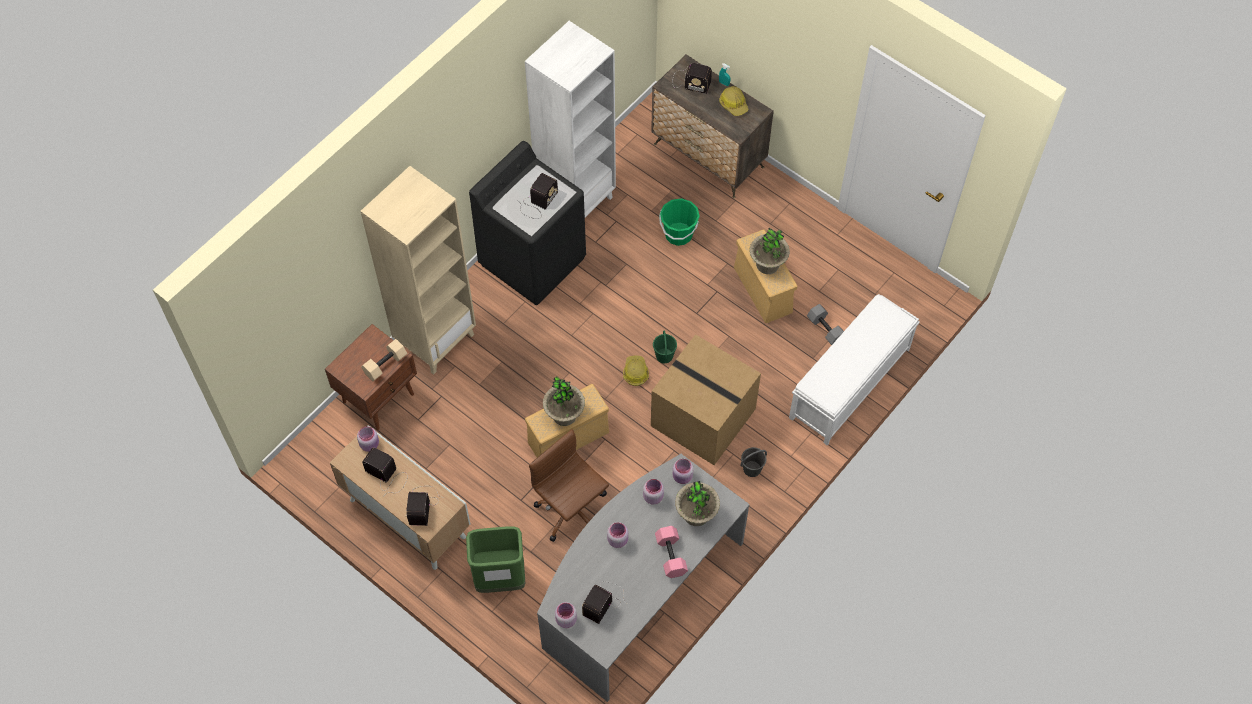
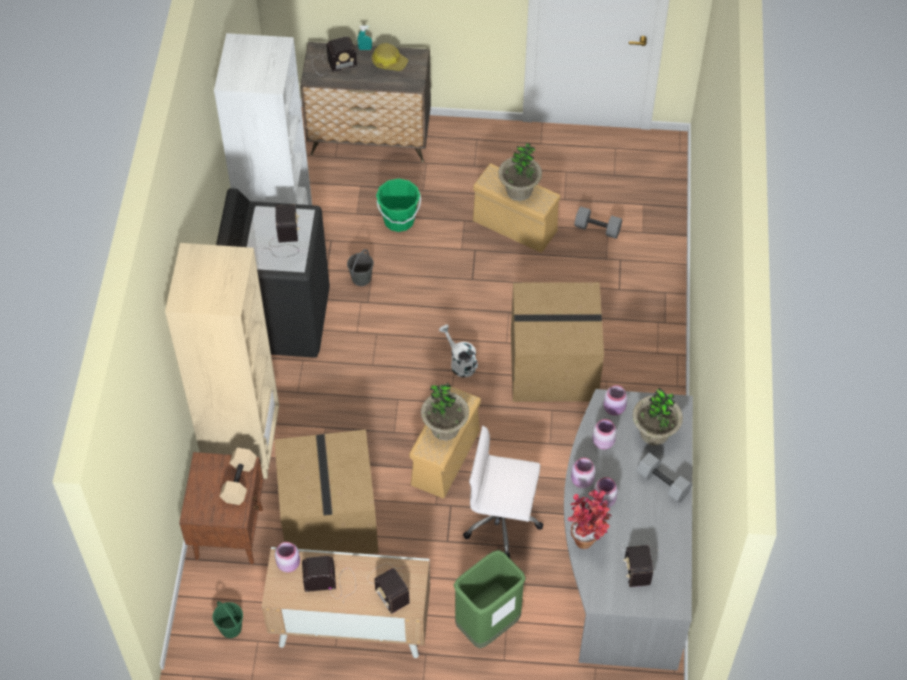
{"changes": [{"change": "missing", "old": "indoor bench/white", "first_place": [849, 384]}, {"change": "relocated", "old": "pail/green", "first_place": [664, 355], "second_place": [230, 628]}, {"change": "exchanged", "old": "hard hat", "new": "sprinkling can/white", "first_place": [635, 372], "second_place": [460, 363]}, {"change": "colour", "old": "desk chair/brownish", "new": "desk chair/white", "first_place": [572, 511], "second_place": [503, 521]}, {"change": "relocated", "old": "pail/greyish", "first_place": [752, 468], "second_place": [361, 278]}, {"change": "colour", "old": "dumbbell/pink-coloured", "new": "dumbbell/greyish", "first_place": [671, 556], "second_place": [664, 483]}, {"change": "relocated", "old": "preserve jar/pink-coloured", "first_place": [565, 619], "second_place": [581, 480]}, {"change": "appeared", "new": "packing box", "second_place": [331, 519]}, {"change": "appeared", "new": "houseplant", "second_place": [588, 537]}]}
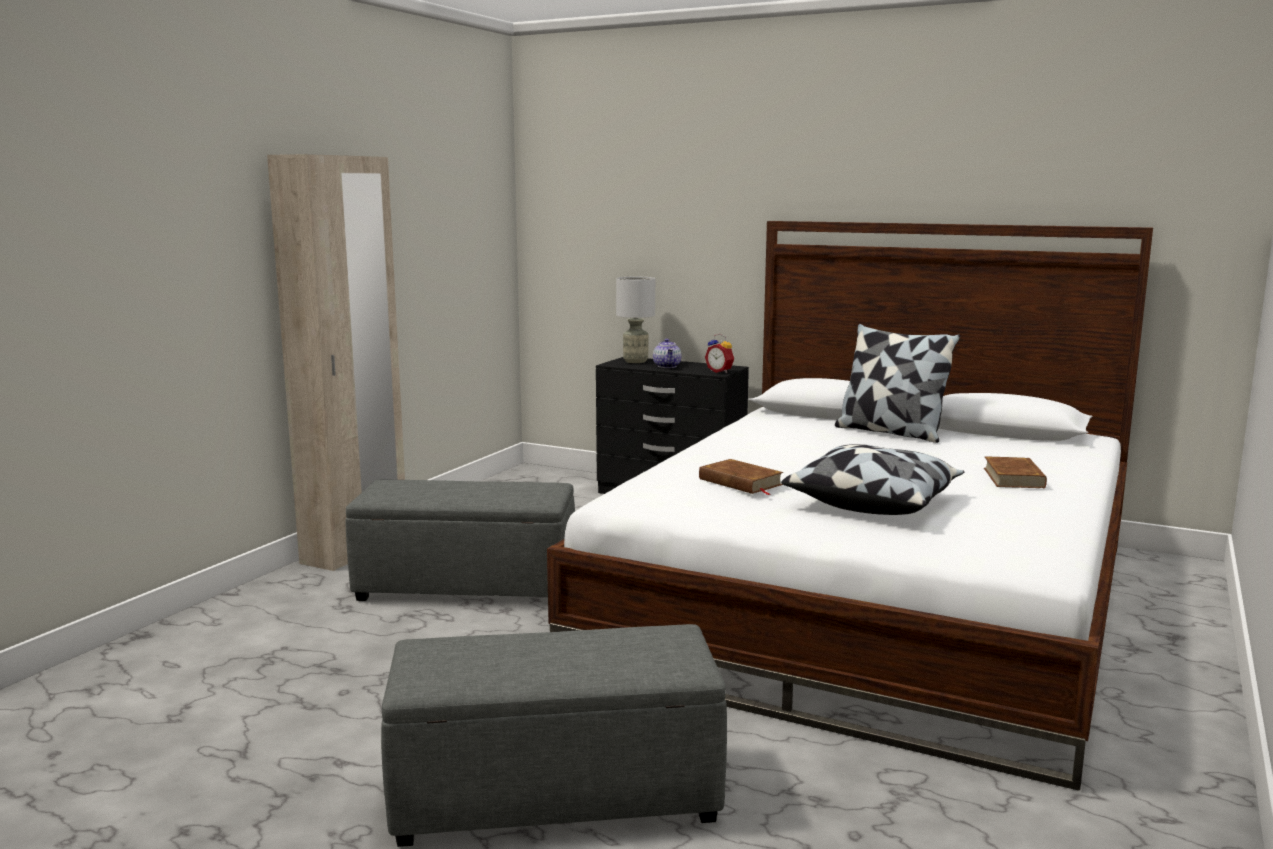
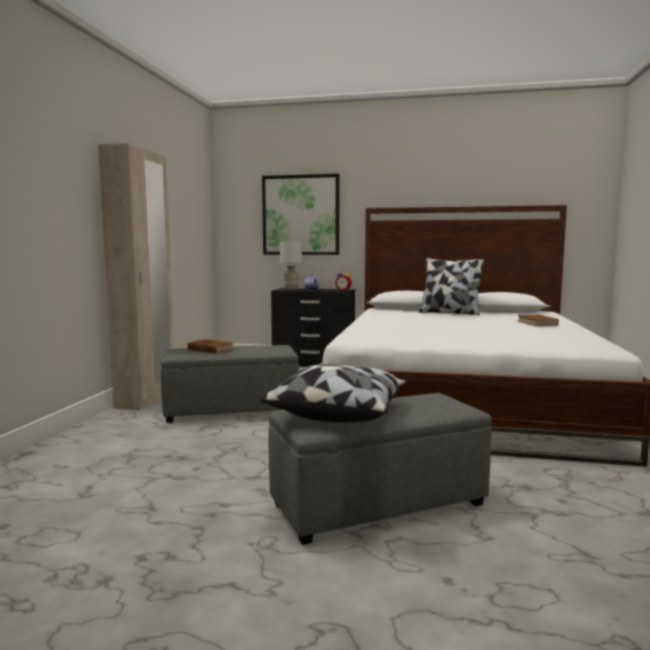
{"changes": [{"change": "relocated", "old": "throw pillow", "first_place": [873, 503], "second_place": [338, 412]}, {"change": "relocated", "old": "bound book/brownish", "first_place": [740, 482], "second_place": [210, 349]}, {"change": "appeared", "new": "wall art", "second_place": [301, 215]}]}
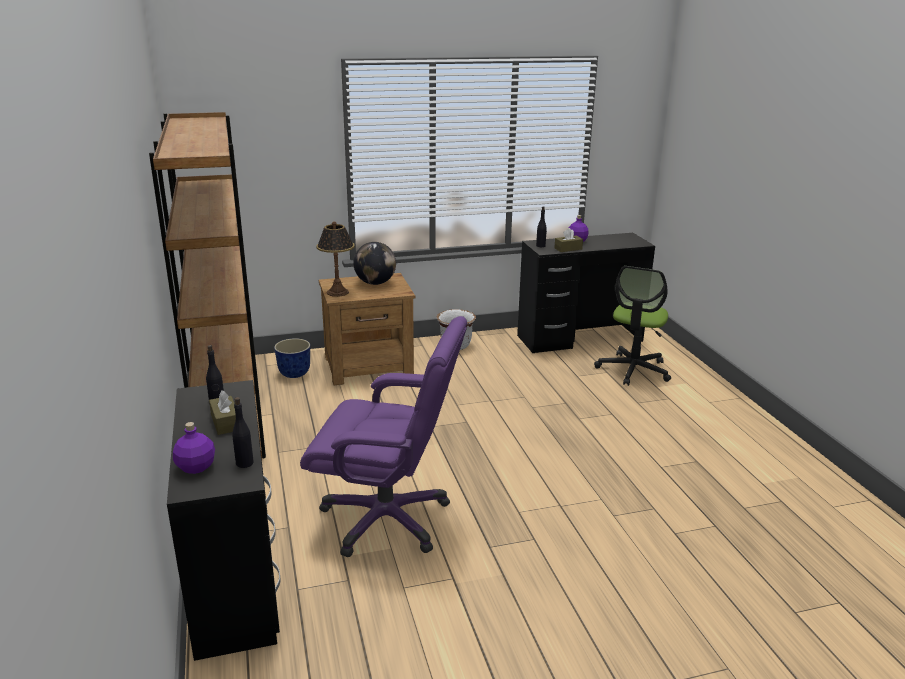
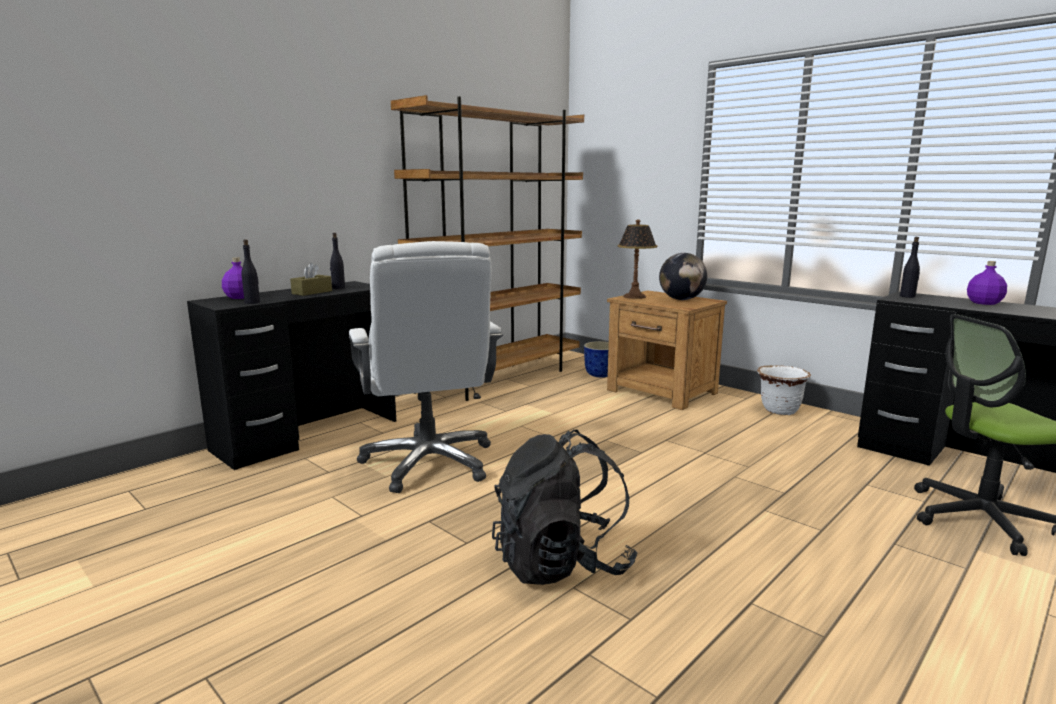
{"changes": [{"change": "missing", "old": "tissue box/brownish", "first_place": [568, 249]}, {"change": "colour", "old": "desk chair/purple", "new": "desk chair/white", "first_place": [387, 519], "second_place": [429, 463]}, {"change": "appeared", "new": "rucksack/blackish", "second_place": [561, 564]}]}
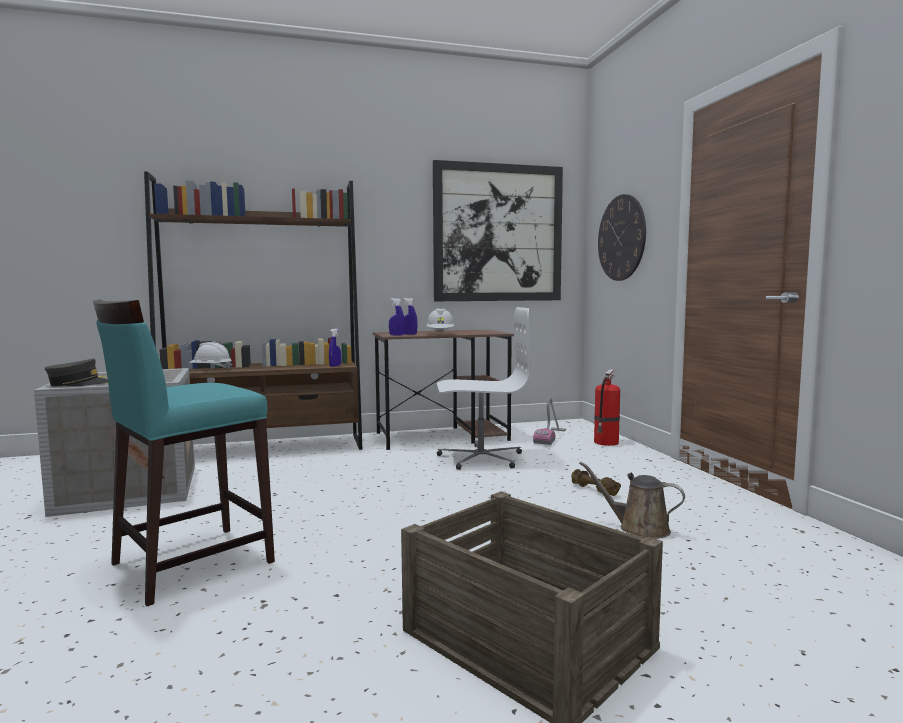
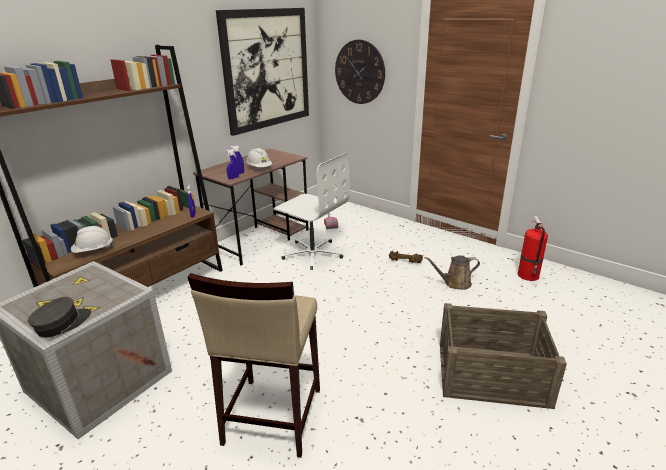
{"changes": [{"change": "colour", "old": "stool seat/blue-green", "new": "stool seat/beige-coloured", "first_place": [190, 562], "second_place": [271, 416]}, {"change": "spun", "old": "desk chair/white", "first_place": [480, 458], "second_place": [312, 253], "degrees": 75}, {"change": "relocated", "old": "extinguisher", "first_place": [606, 442], "second_place": [528, 276]}]}
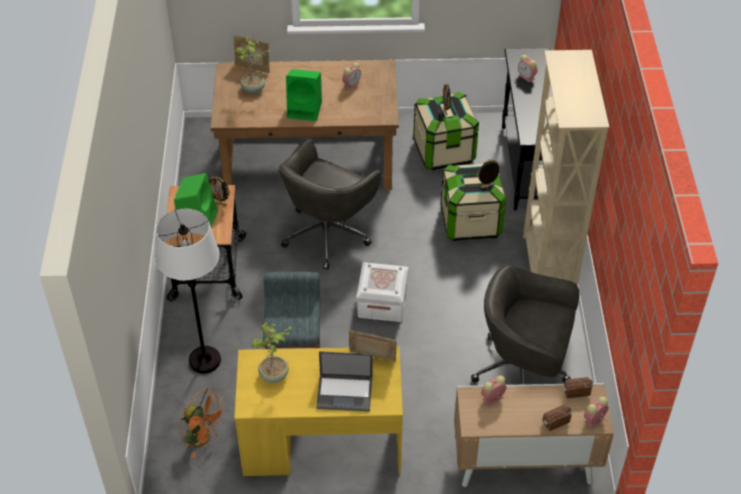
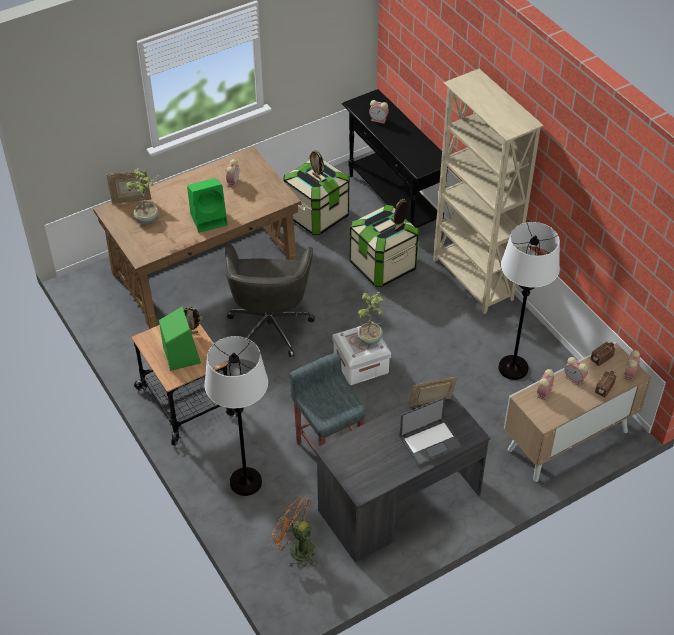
{"changes": [{"change": "exchanged", "old": "desk chair/greyish", "new": "standing lamp/white", "first_place": [523, 370], "second_place": [513, 368]}, {"change": "relocated", "old": "houseplant", "first_place": [274, 375], "second_place": [370, 338]}, {"change": "colour", "old": "desk table/yellow", "new": "desk table/greyish", "first_place": [321, 443], "second_place": [399, 503]}, {"change": "spun", "old": "fan/orange", "first_place": [203, 438], "second_place": [296, 548], "degrees": -150}, {"change": "appeared", "new": "alarm clock", "second_place": [575, 379]}]}
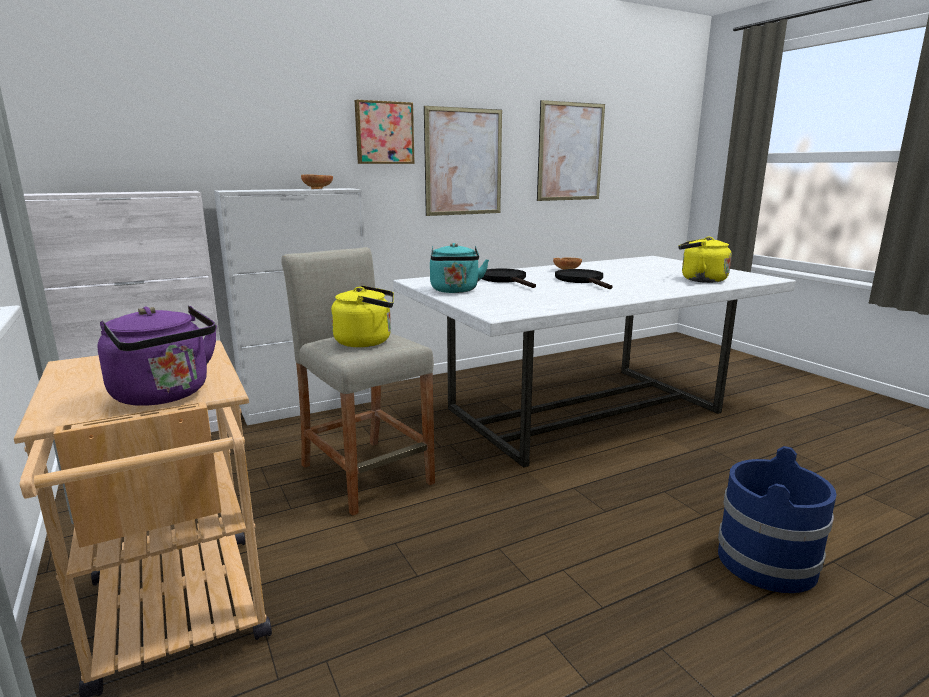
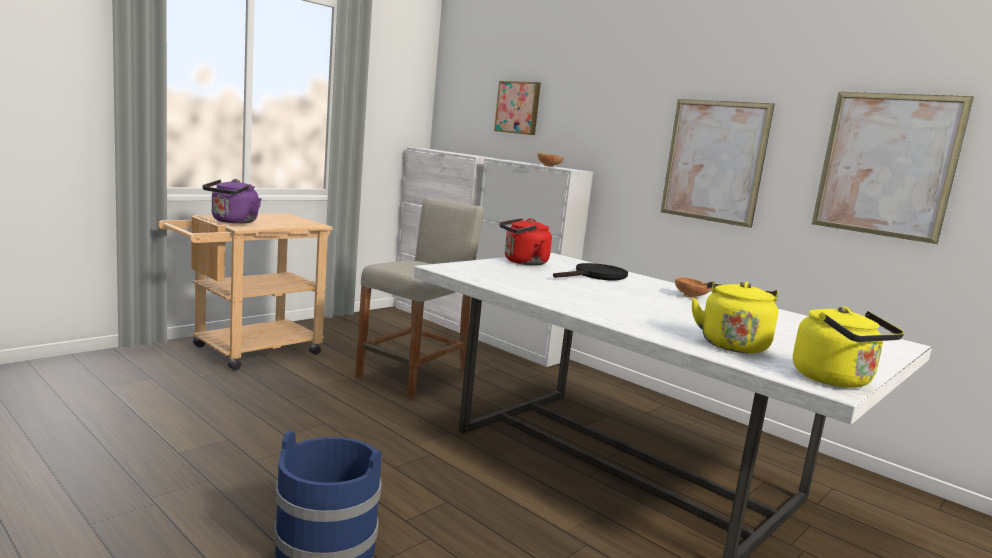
{"changes": [{"change": "relocated", "old": "wall art", "first_place": [384, 133], "second_place": [518, 107]}, {"change": "colour", "old": "kettle/blue-green", "new": "kettle/red-coloured", "first_place": [455, 291], "second_place": [523, 262]}, {"change": "missing", "old": "pan/blackish", "first_place": [582, 280]}, {"change": "relocated", "old": "kettle/yellow", "first_place": [367, 341], "second_place": [836, 380]}]}
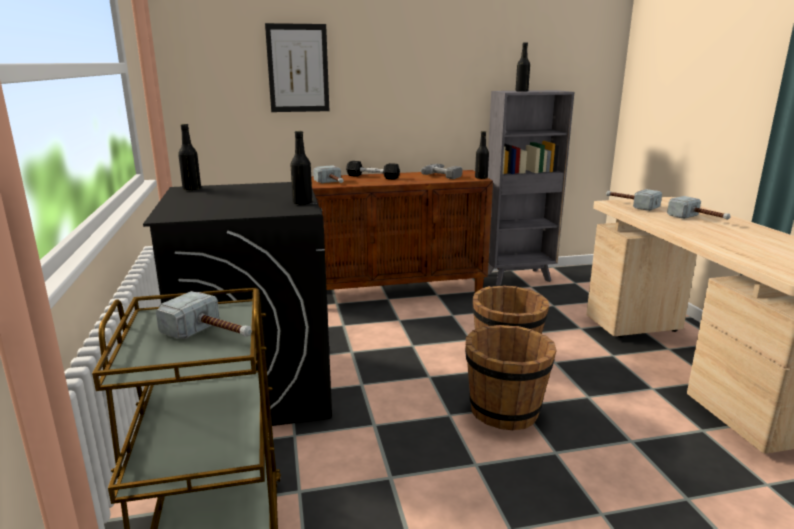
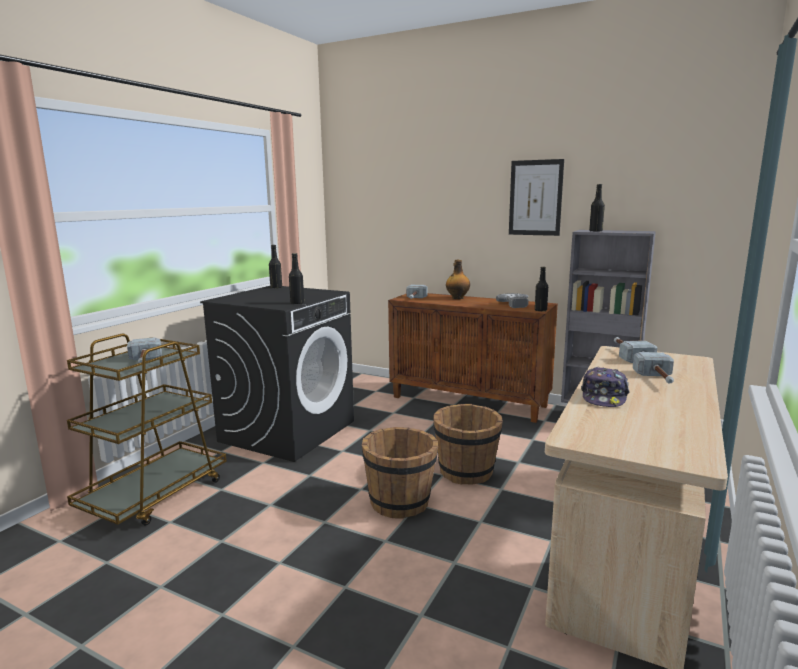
{"changes": [{"change": "relocated", "old": "wall art", "first_place": [298, 68], "second_place": [535, 198]}, {"change": "exchanged", "old": "dumbbell/blackish", "new": "beverage bottle", "first_place": [373, 177], "second_place": [457, 298]}, {"change": "appeared", "new": "baseball cap", "second_place": [604, 397]}]}
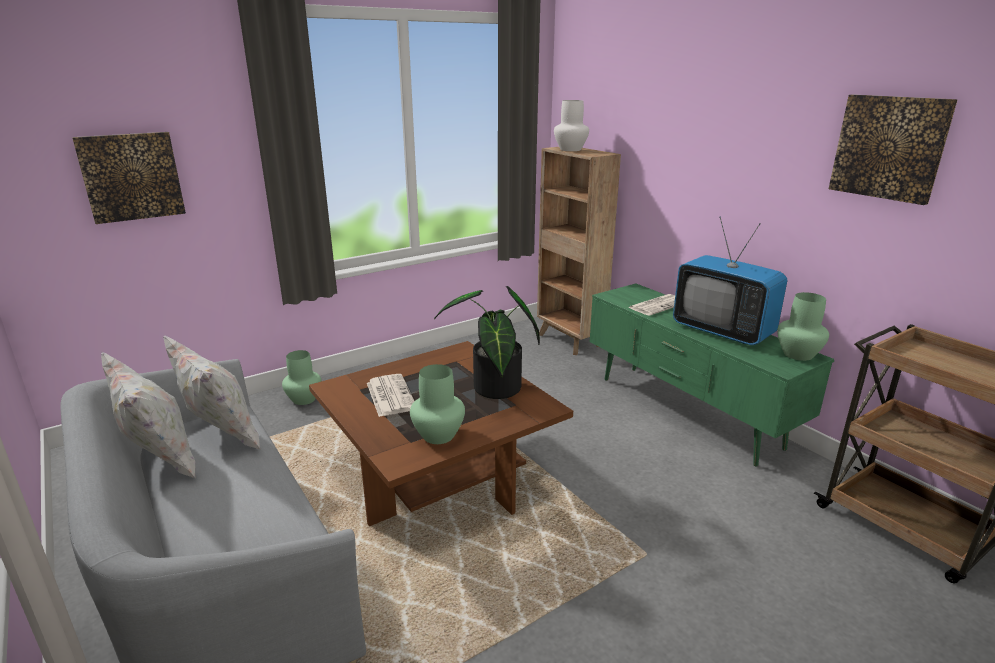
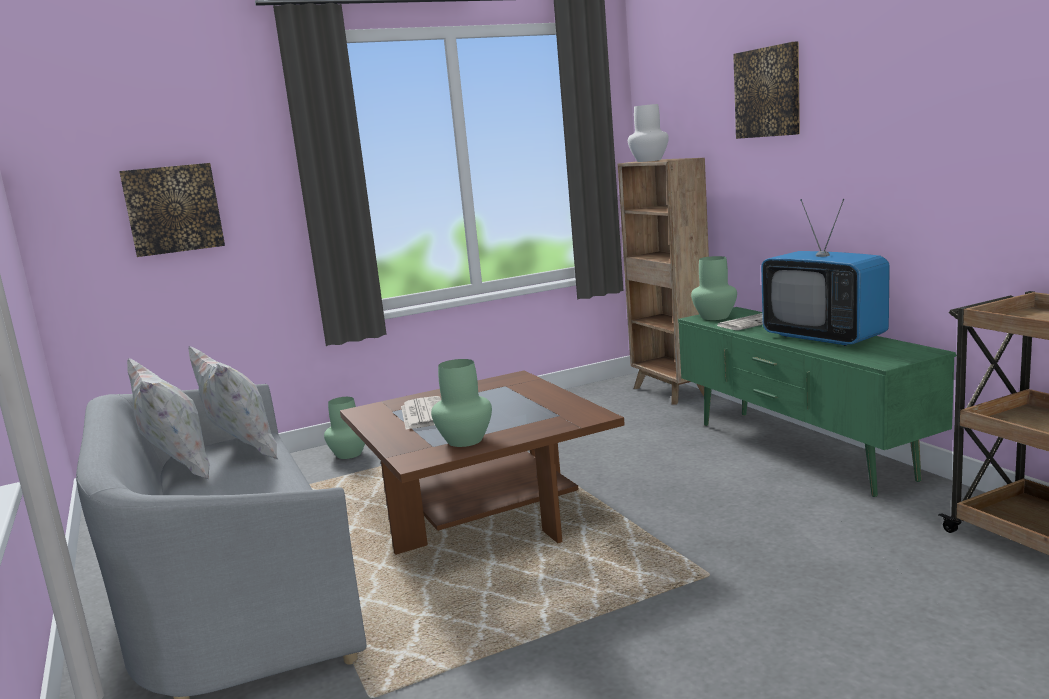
{"changes": [{"change": "relocated", "old": "wall art", "first_place": [889, 147], "second_place": [768, 92]}, {"change": "missing", "old": "houseplant", "first_place": [494, 391]}, {"change": "relocated", "old": "flower vase/green", "first_place": [797, 355], "second_place": [714, 317]}]}
